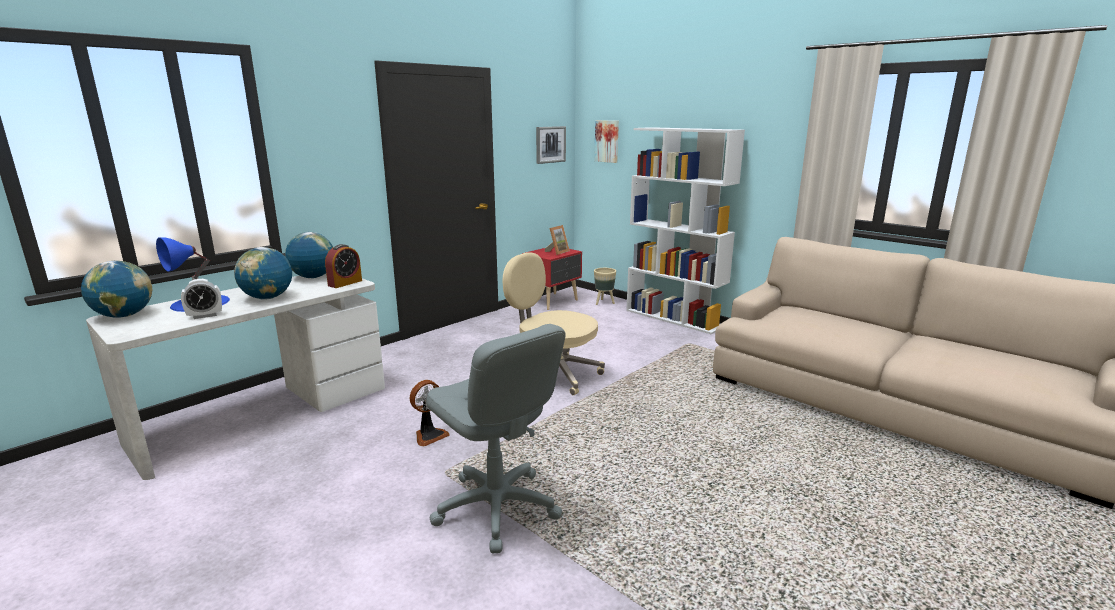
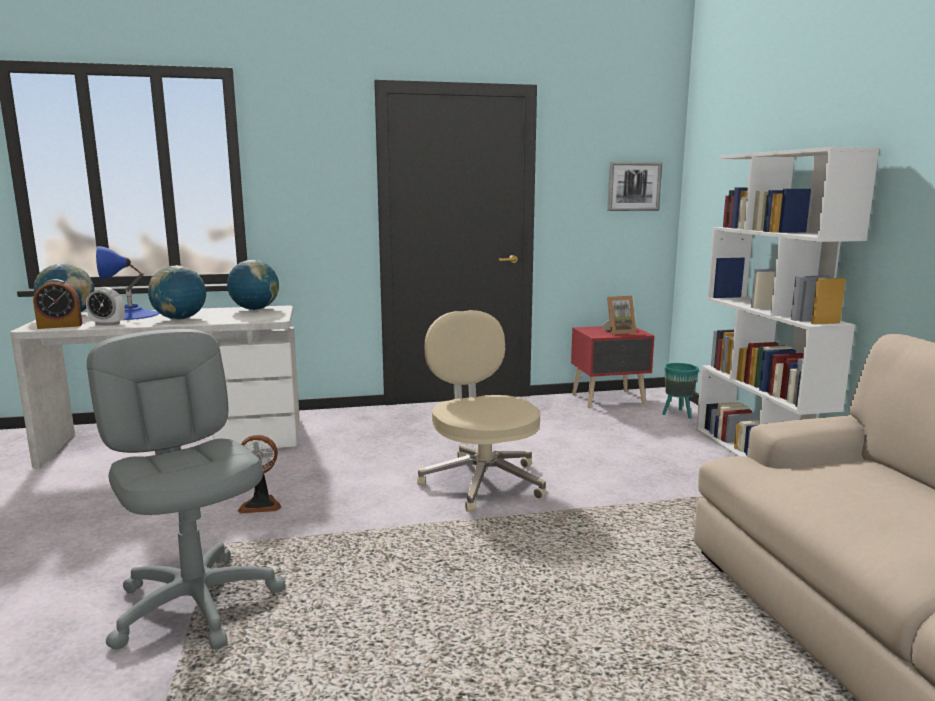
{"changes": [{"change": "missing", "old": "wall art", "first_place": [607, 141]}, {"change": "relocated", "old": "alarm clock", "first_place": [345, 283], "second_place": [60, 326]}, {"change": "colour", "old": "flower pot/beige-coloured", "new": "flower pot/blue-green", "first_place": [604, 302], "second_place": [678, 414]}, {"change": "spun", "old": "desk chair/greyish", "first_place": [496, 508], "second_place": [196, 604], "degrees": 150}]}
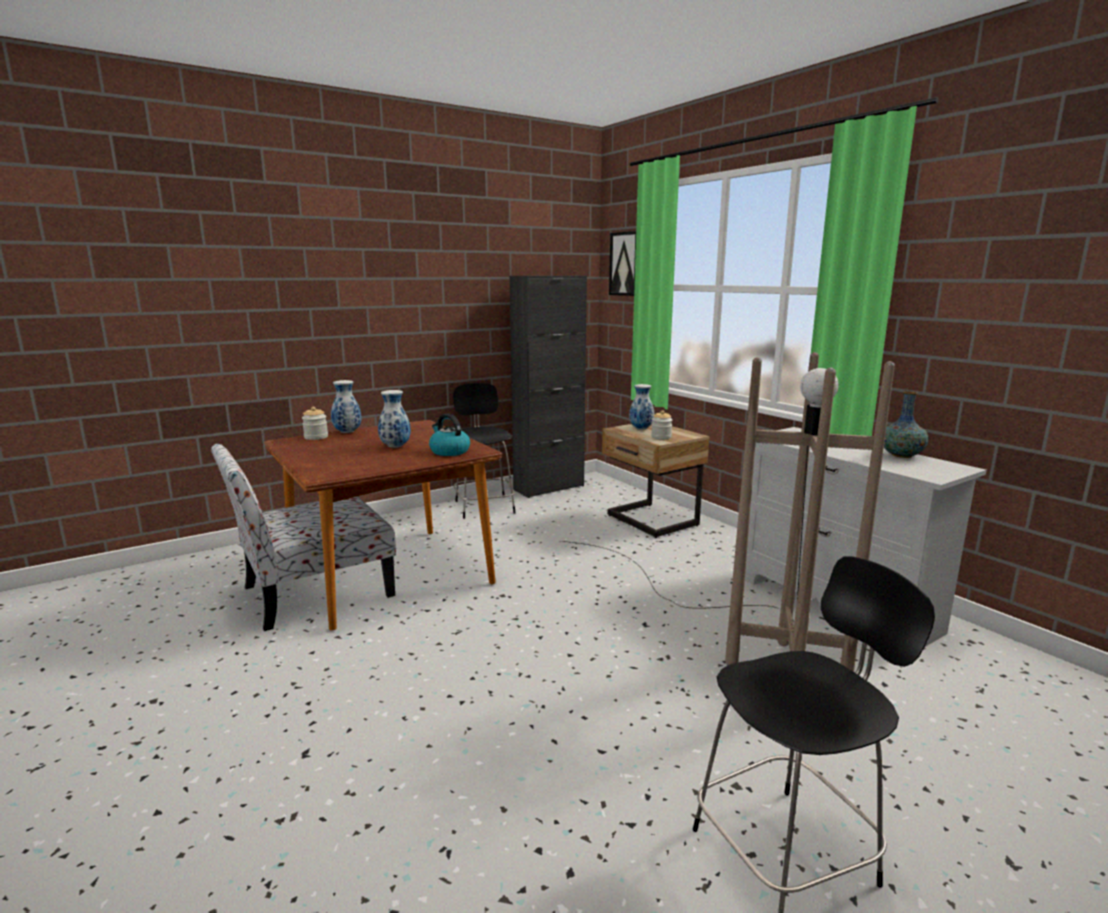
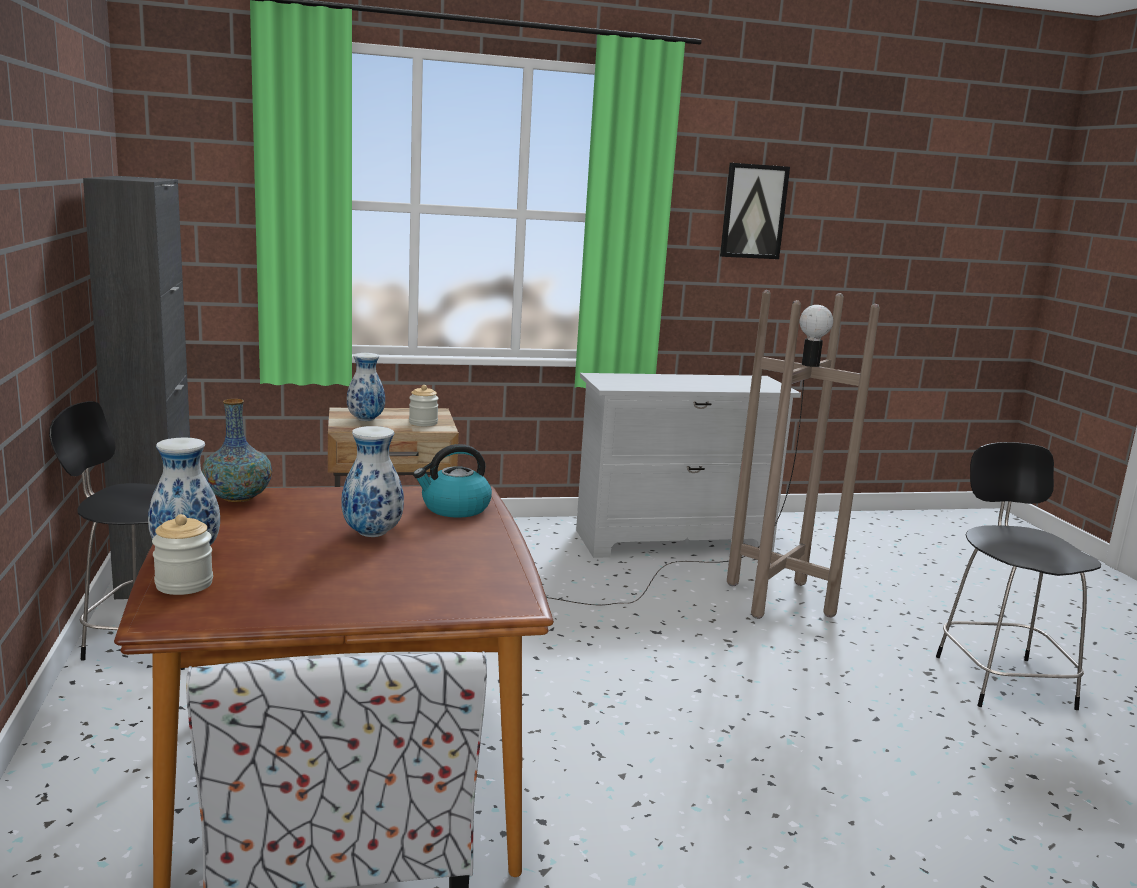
{"changes": [{"change": "relocated", "old": "wall art", "first_place": [625, 264], "second_place": [753, 211]}, {"change": "relocated", "old": "flower vase", "first_place": [901, 455], "second_place": [238, 498]}]}
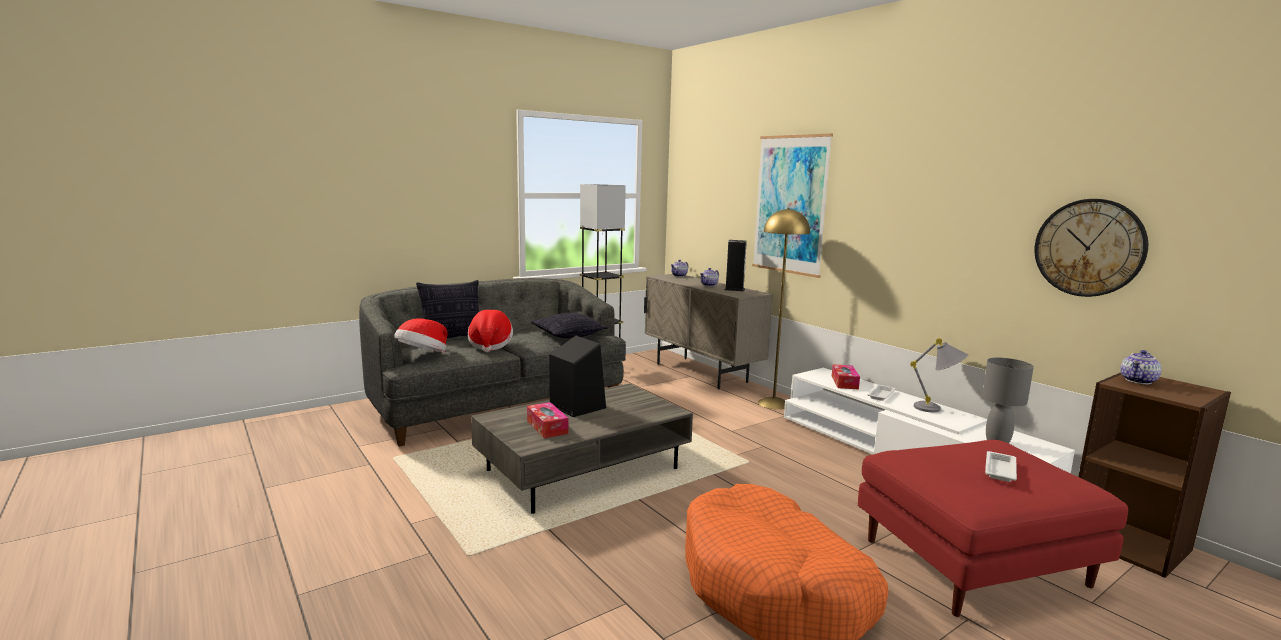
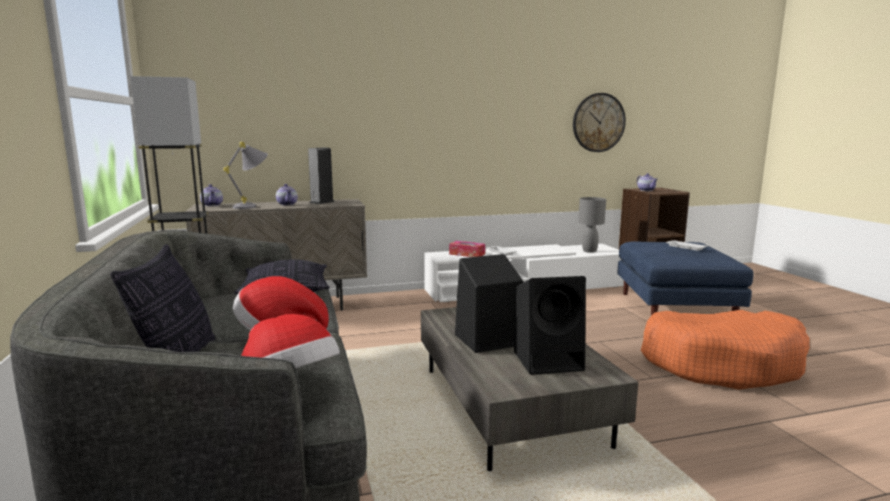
{"changes": [{"change": "missing", "old": "wall art", "first_place": [790, 204]}, {"change": "missing", "old": "standing lamp/yellow", "first_place": [773, 403]}, {"change": "relocated", "old": "tabletop lamp/greyish", "first_place": [937, 409], "second_place": [252, 206]}, {"change": "exchanged", "old": "tissue box", "new": "loudspeaker/blackish", "first_place": [547, 427], "second_place": [549, 360]}, {"change": "colour", "old": "pouffe/red-coloured", "new": "pouffe/blue-coloured", "first_place": [973, 563], "second_place": [675, 309]}]}
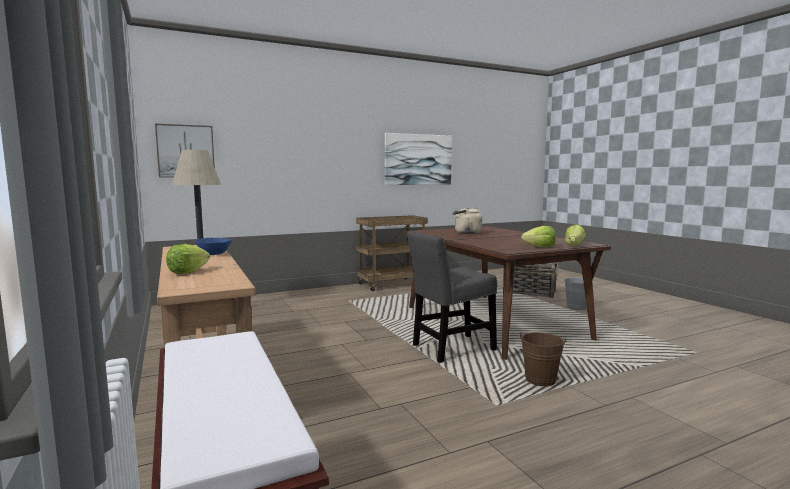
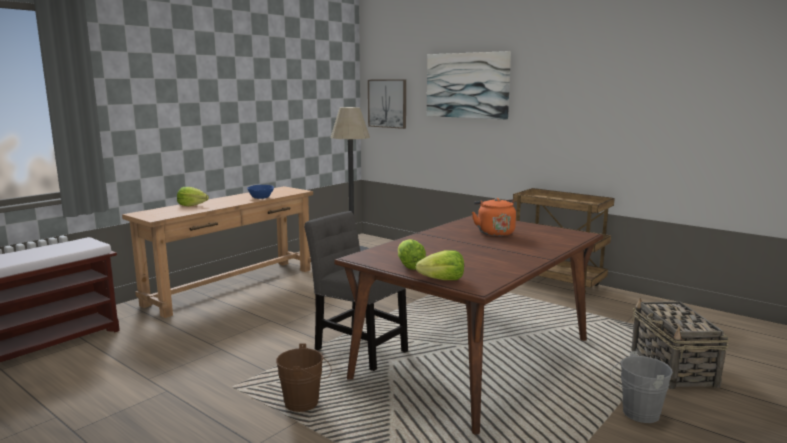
{"changes": [{"change": "relocated", "old": "wall art", "first_place": [418, 159], "second_place": [467, 85]}, {"change": "colour", "old": "kettle/beige-coloured", "new": "kettle/orange", "first_place": [466, 233], "second_place": [494, 232]}]}
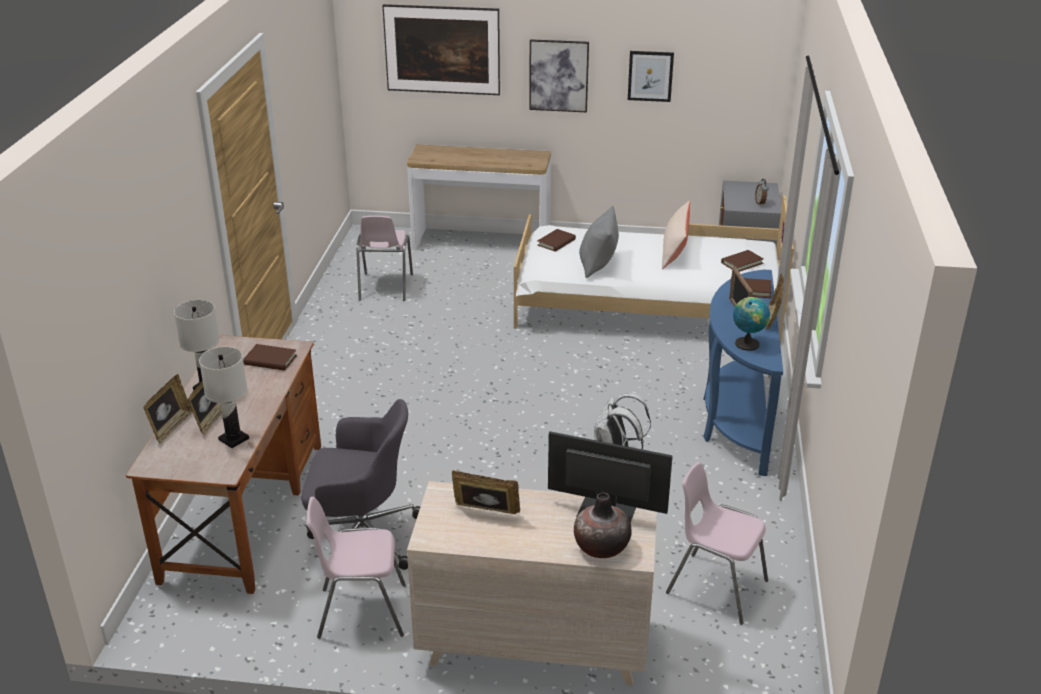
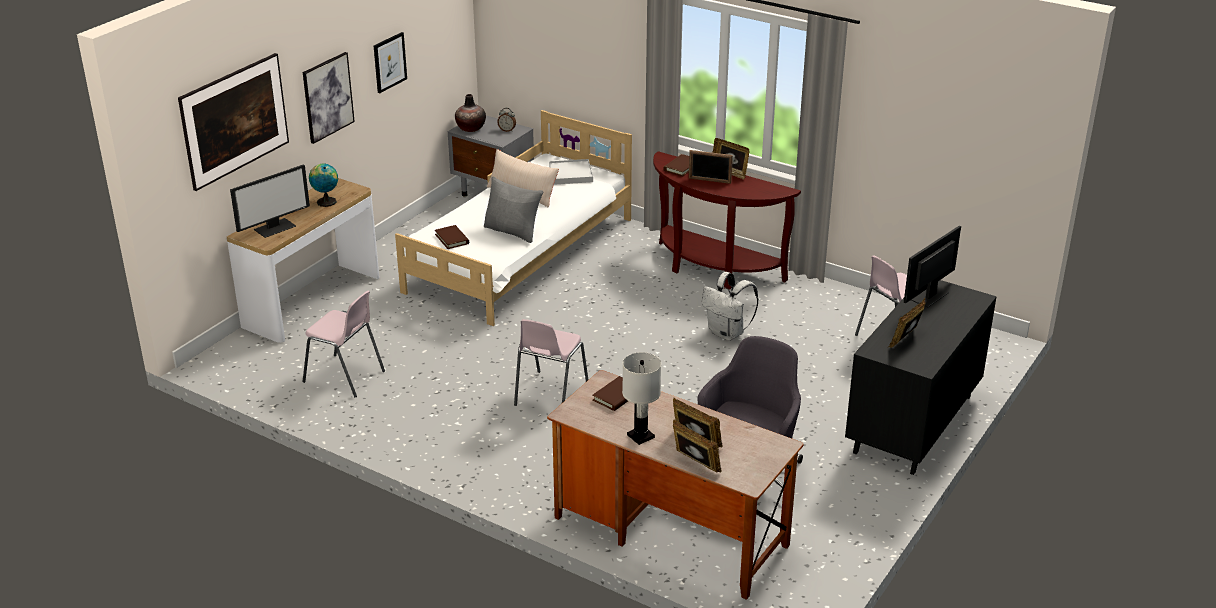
{"changes": [{"change": "exchanged", "old": "bound book/brownish", "new": "carrying tray/white", "first_place": [742, 263], "second_place": [571, 174]}, {"change": "colour", "old": "hall table/blue-coloured", "new": "hall table/brownish", "first_place": [736, 420], "second_place": [712, 269]}, {"change": "relocated", "old": "desk globe", "first_place": [747, 343], "second_place": [325, 201]}, {"change": "missing", "old": "tabletop lamp/white", "first_place": [234, 439]}, {"change": "colour", "old": "chest of drawers/beige-coloured", "new": "chest of drawers/blackish", "first_place": [533, 644], "second_place": [913, 425]}, {"change": "relocated", "old": "flower vase", "first_place": [601, 547], "second_place": [470, 128]}, {"change": "relocated", "old": "plain chair/pink-coloured", "first_place": [361, 611], "second_place": [550, 394]}, {"change": "appeared", "new": "computer display", "second_place": [275, 227]}]}
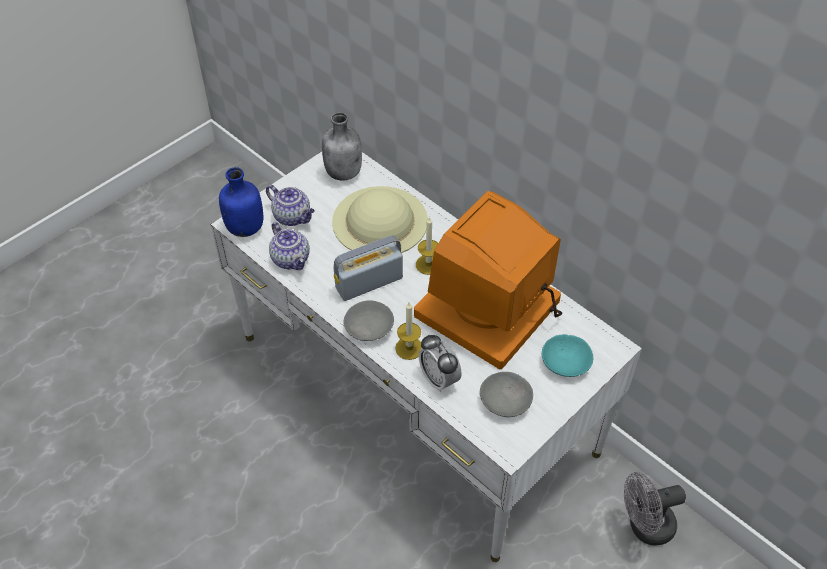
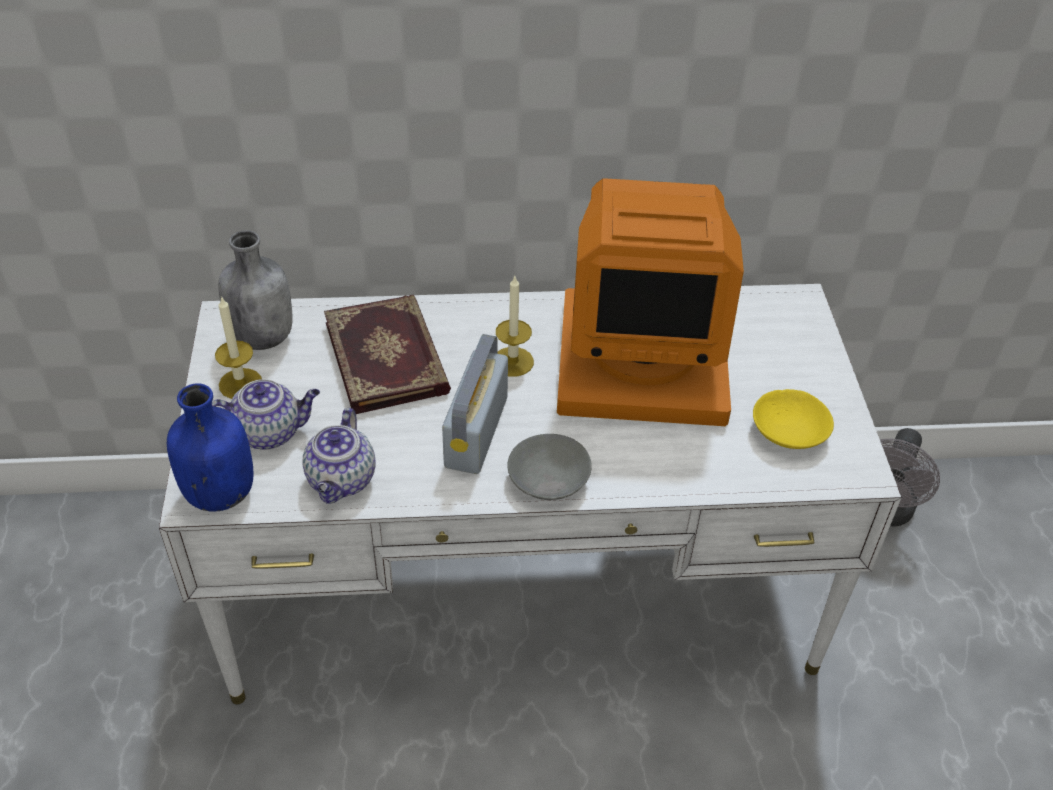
{"changes": [{"change": "exchanged", "old": "hat/beige-coloured", "new": "bound book", "first_place": [380, 221], "second_place": [388, 357]}, {"change": "spun", "old": "computer display", "first_place": [489, 310], "second_place": [642, 357], "degrees": -75}, {"change": "spun", "old": "teapot", "first_place": [291, 260], "second_place": [342, 481], "degrees": 90}, {"change": "relocated", "old": "wax light", "first_place": [409, 348], "second_place": [240, 383]}, {"change": "missing", "old": "alarm clock", "first_place": [439, 379]}, {"change": "missing", "old": "deep dish/blue-green", "first_place": [566, 362]}, {"change": "colour", "old": "deep dish/greyish", "new": "deep dish/yellow", "first_place": [506, 400], "second_place": [789, 430]}]}
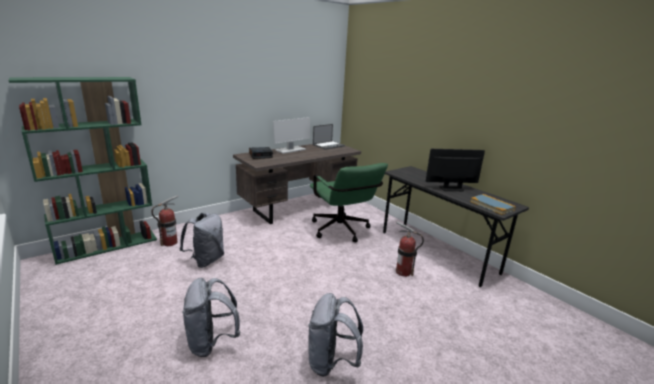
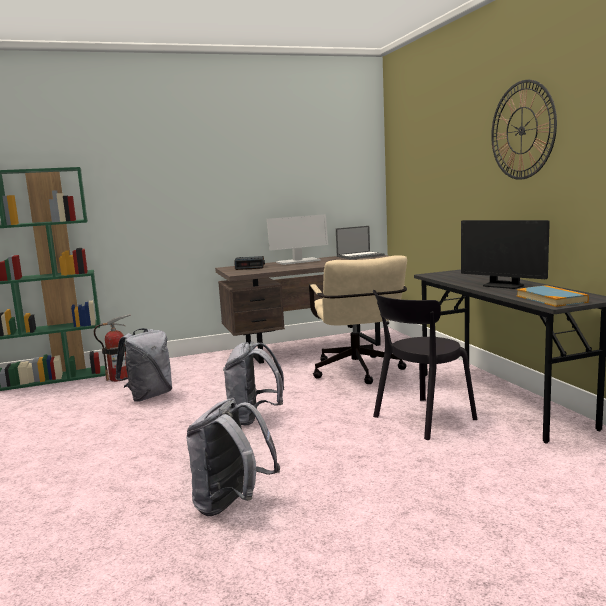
{"changes": [{"change": "spun", "old": "computer display", "first_place": [451, 188], "second_place": [503, 285], "degrees": -150}, {"change": "colour", "old": "desk chair/green", "new": "desk chair/beige-coloured", "first_place": [342, 231], "second_place": [358, 373]}, {"change": "exchanged", "old": "extinguisher", "new": "plain chair/blackish", "first_place": [403, 272], "second_place": [420, 419]}, {"change": "relocated", "old": "rucksack/greyish", "first_place": [211, 343], "second_place": [254, 418]}, {"change": "appeared", "new": "wall clock", "second_place": [522, 130]}]}
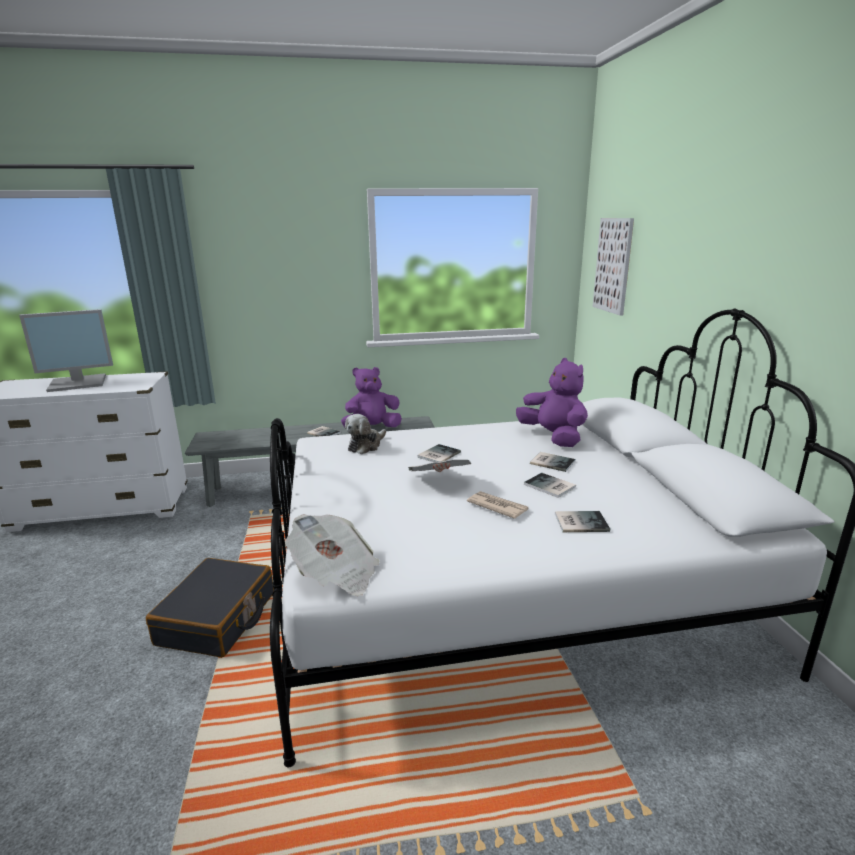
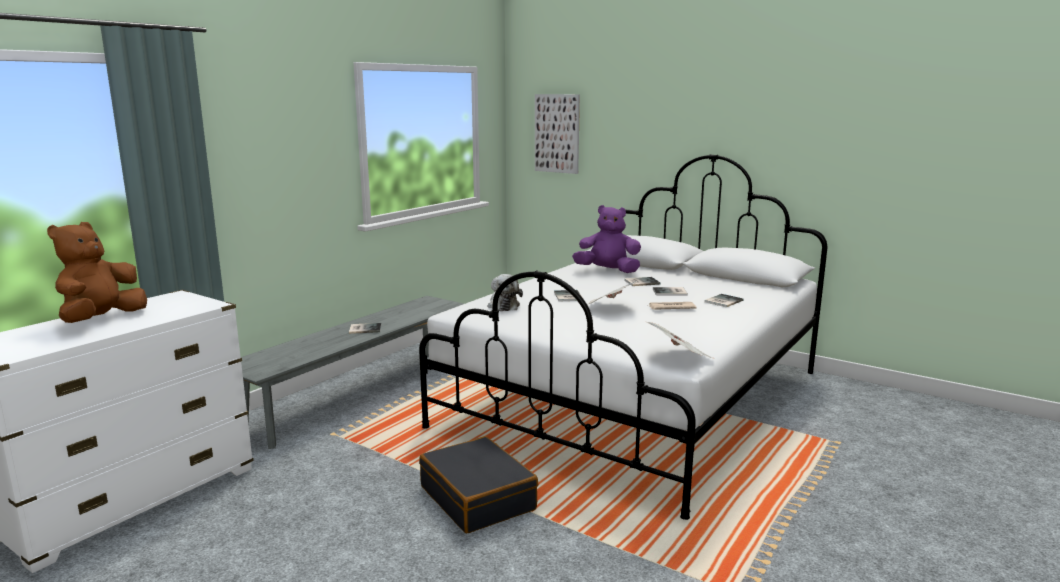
{"changes": [{"change": "exchanged", "old": "computer display", "new": "plush toy/brownish", "first_place": [79, 383], "second_place": [101, 320]}, {"change": "missing", "old": "plush toy/purple", "first_place": [372, 428]}]}
